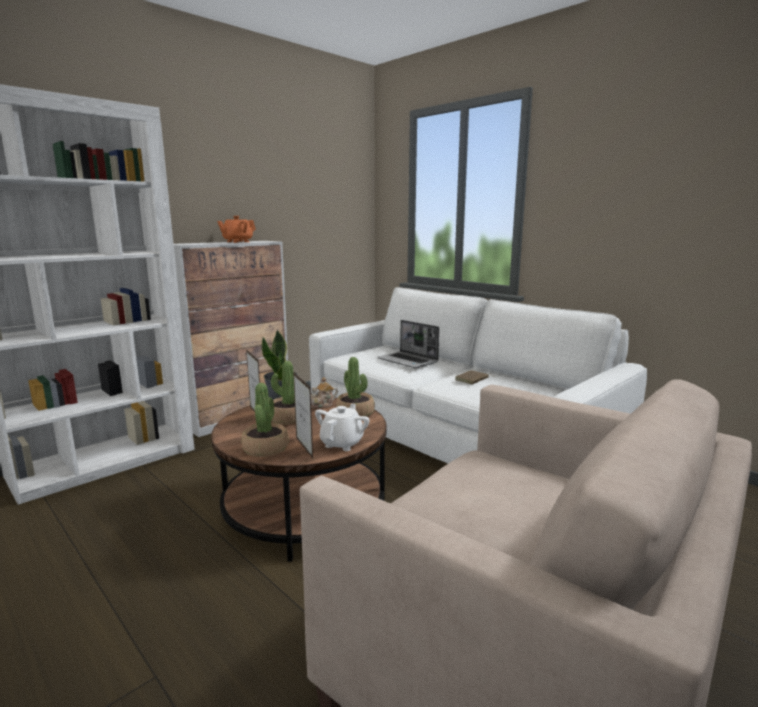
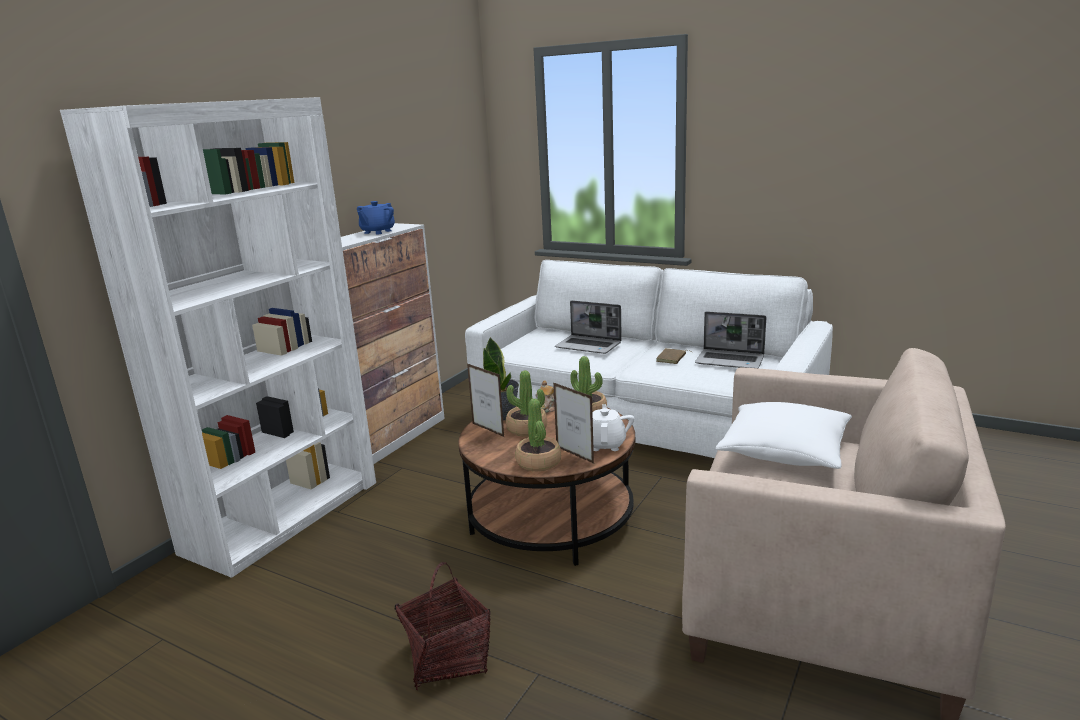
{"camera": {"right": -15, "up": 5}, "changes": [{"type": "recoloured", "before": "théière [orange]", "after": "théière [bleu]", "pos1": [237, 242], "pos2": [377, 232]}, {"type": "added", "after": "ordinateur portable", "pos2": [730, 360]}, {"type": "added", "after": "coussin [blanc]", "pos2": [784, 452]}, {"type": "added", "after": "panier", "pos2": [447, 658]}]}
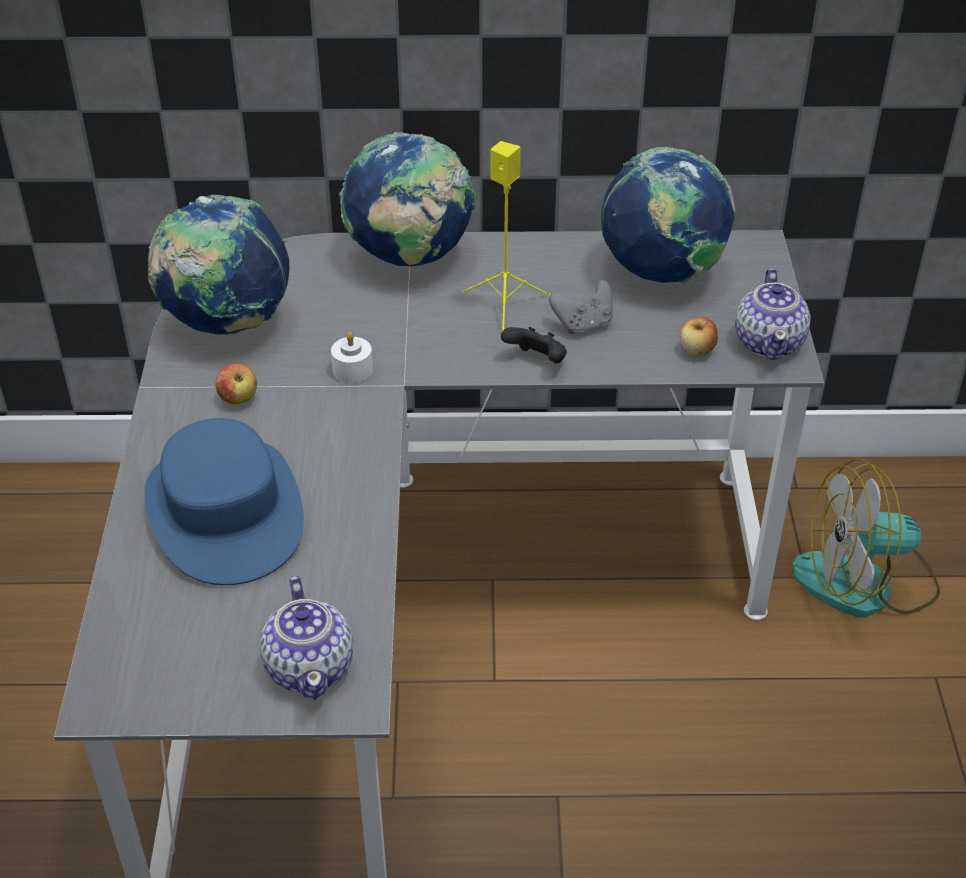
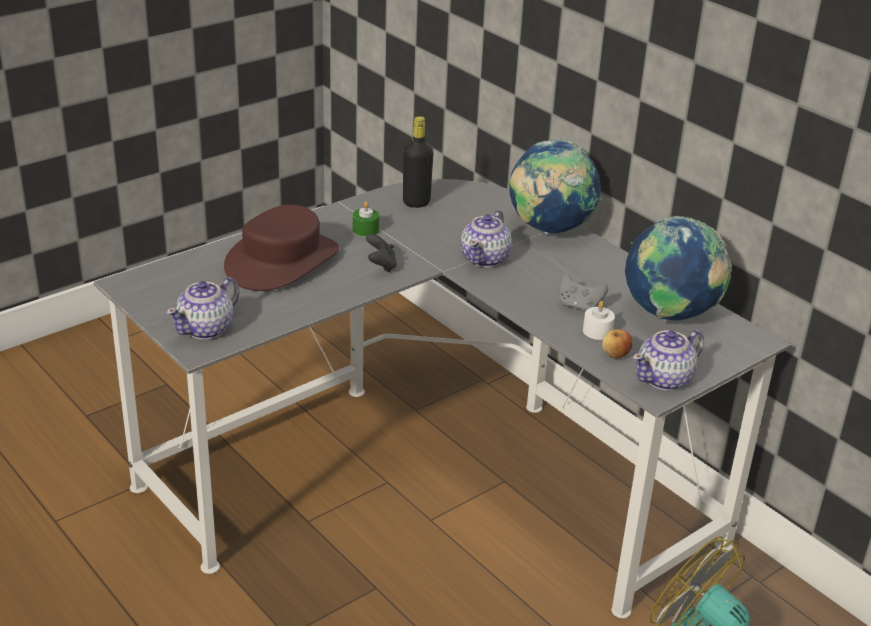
{"camera": {"right": 50, "up": -10}, "changes": [{"type": "removed", "before": "enceinte [jaune]", "pos1": [505, 308]}, {"type": "replaced", "before": "globe", "after": "bouteille [noir]", "pos1": [227, 324], "pos2": [416, 202]}, {"type": "moved", "before": "manette [noir]", "pos1": [537, 361], "pos2": [381, 265]}, {"type": "moved", "before": "bougie [blanc]", "pos1": [352, 370], "pos2": [597, 331]}, {"type": "replaced", "before": "pomme", "after": "bougie [vert]", "pos1": [238, 399], "pos2": [365, 230]}, {"type": "recoloured", "before": "chapeau [bleu]", "after": "chapeau [marron]", "pos1": [224, 511], "pos2": [282, 261]}, {"type": "added", "after": "théière", "pos2": [485, 258]}]}
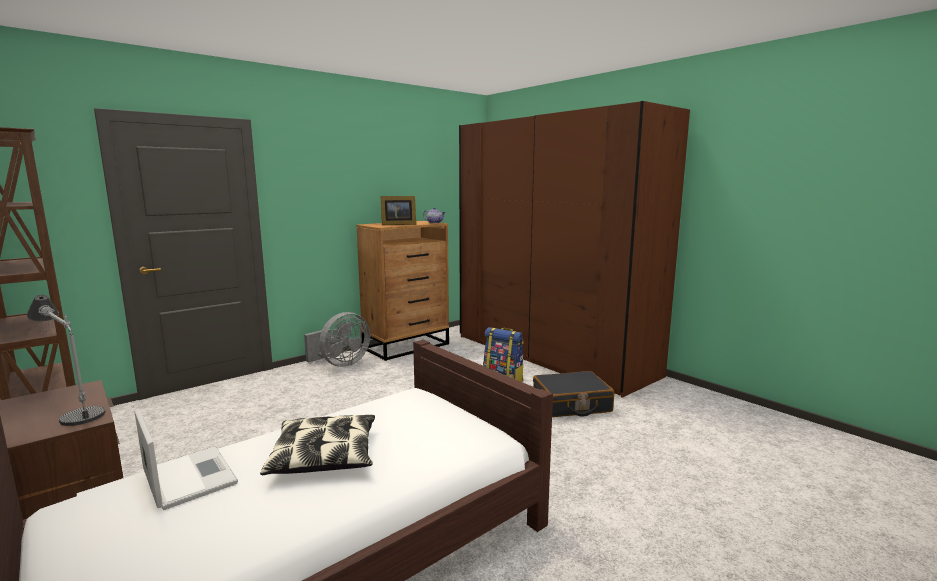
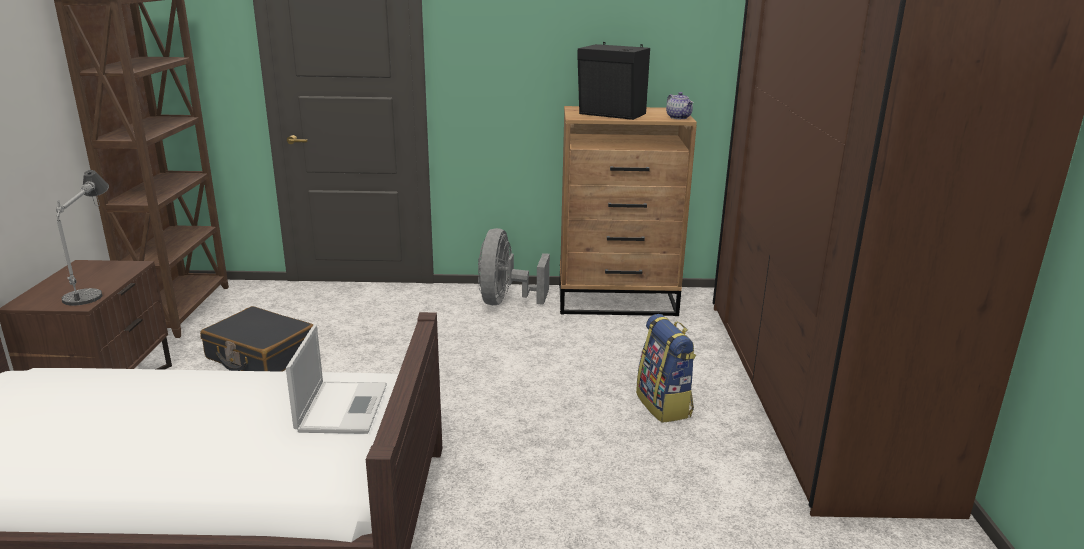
{"camera": {"right": 40, "up": 10}, "changes": [{"type": "replaced", "before": "cadre photo", "after": "enceinte [noir]", "pos1": [397, 224], "pos2": [612, 114]}, {"type": "turned", "before": "ventilateur [gris]", "pos1": [341, 364], "pos2": [506, 301], "turn": 105}, {"type": "moved", "before": "valise [noir]", "pos1": [571, 404], "pos2": [261, 356]}, {"type": "moved", "before": "ordinateur portable", "pos1": [188, 476], "pos2": [342, 407]}, {"type": "removed", "before": "coussin", "pos1": [324, 456]}]}
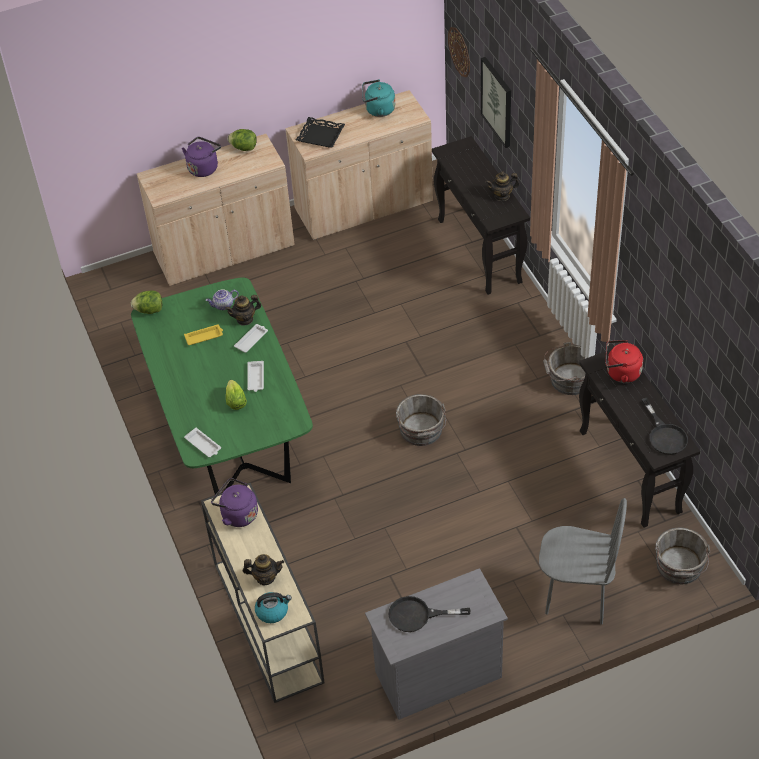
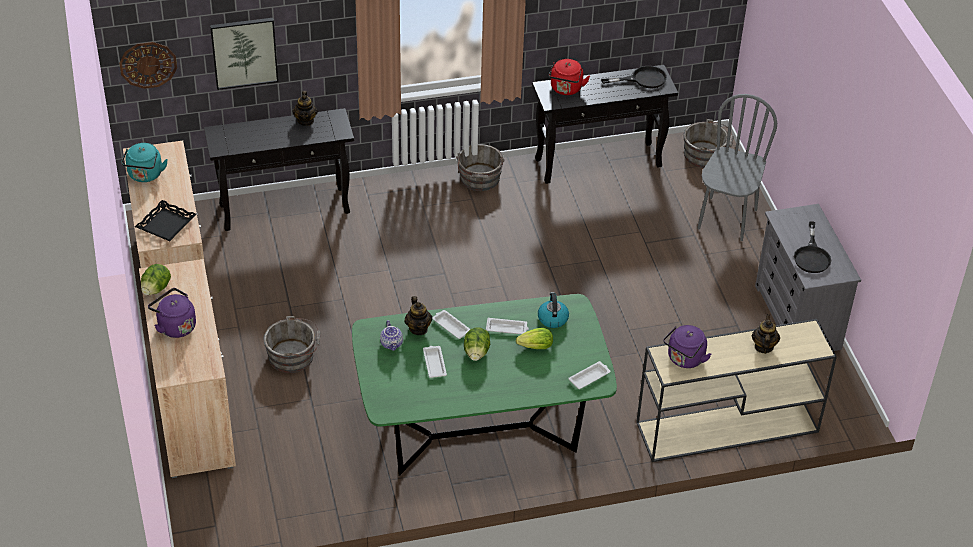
{"camera": {"right": -85, "up": -5}, "changes": [{"type": "moved", "before": "laitue", "pos1": [149, 310], "pos2": [476, 353]}, {"type": "recoloured", "before": "plateau [jaune]", "after": "plateau [blanc]", "pos1": [204, 336], "pos2": [434, 363]}, {"type": "moved", "before": "seau [gris]", "pos1": [421, 431], "pos2": [294, 356]}, {"type": "moved", "before": "bouilloire", "pos1": [272, 611], "pos2": [552, 318]}]}
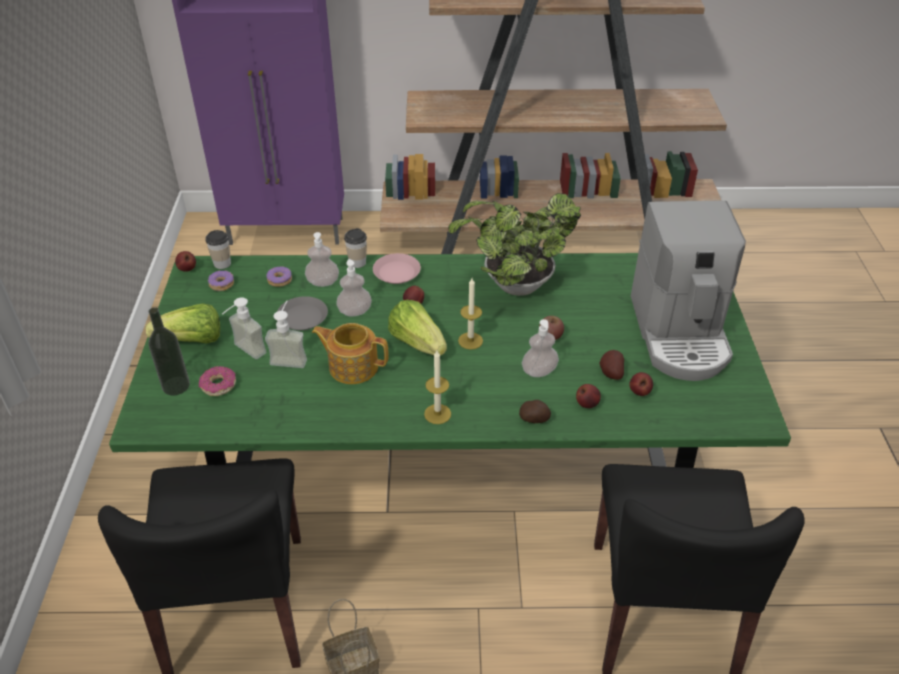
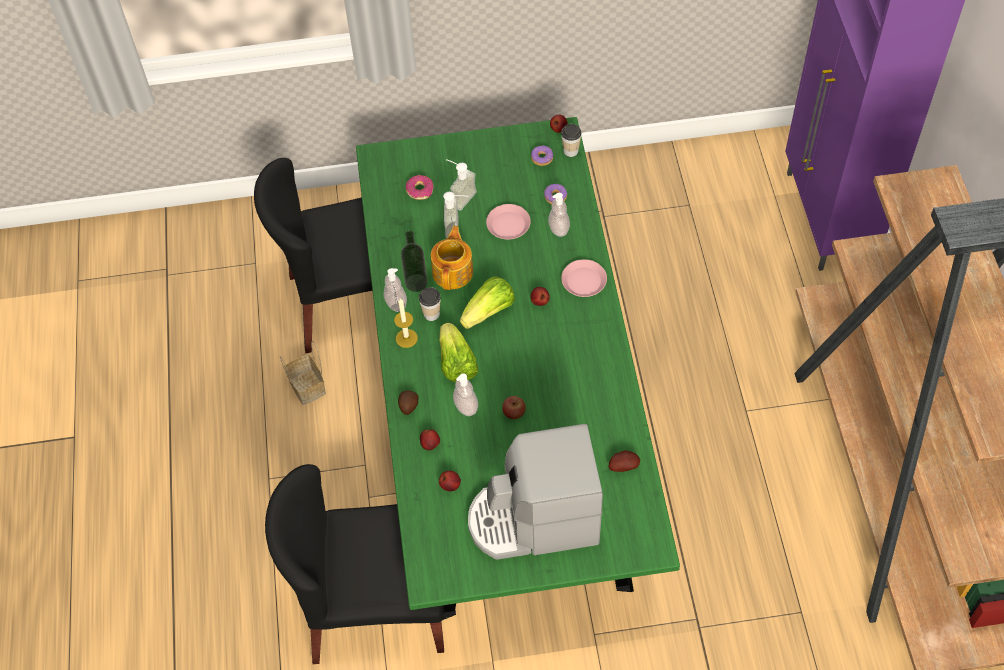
{"camera": {"right": 85, "up": 15}, "changes": [{"type": "removed", "before": "plante en pot", "pos1": [513, 286]}, {"type": "moved", "before": "tasse", "pos1": [357, 262], "pos2": [431, 314]}, {"type": "moved", "before": "distributeur de savon", "pos1": [355, 311], "pos2": [396, 303]}, {"type": "removed", "before": "bougie", "pos1": [470, 341]}, {"type": "recoloured", "before": "assiette [gris]", "after": "assiette [rose]", "pos1": [302, 318], "pos2": [508, 224]}, {"type": "moved", "before": "laitue", "pos1": [192, 341], "pos2": [456, 363]}, {"type": "moved", "before": "bouteille", "pos1": [176, 386], "pos2": [416, 282]}, {"type": "moved", "before": "pomme de terre", "pos1": [610, 373], "pos2": [623, 465]}]}
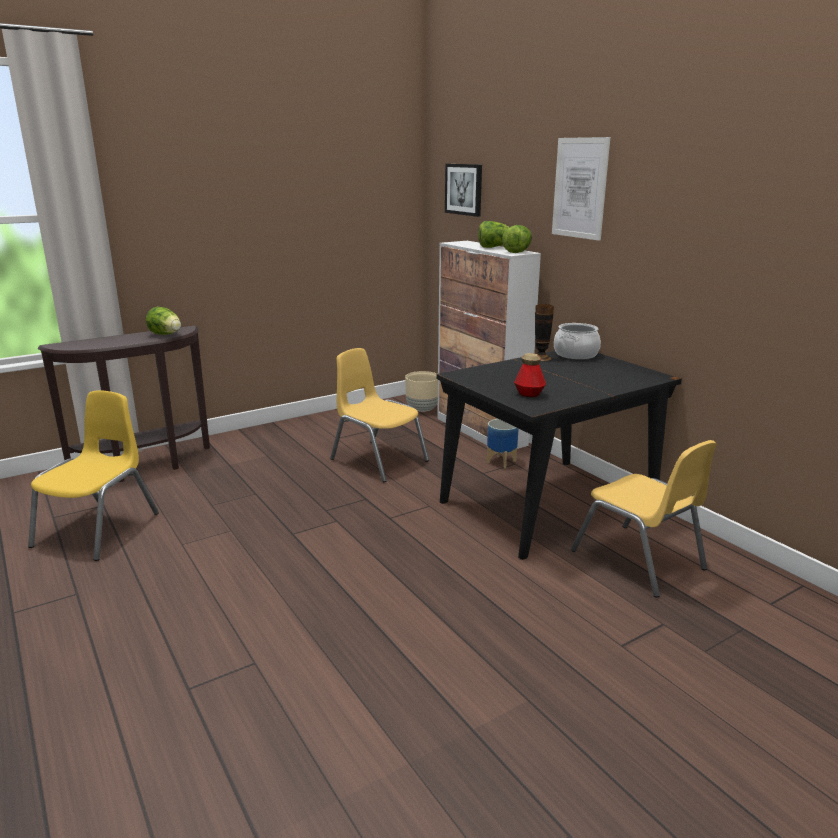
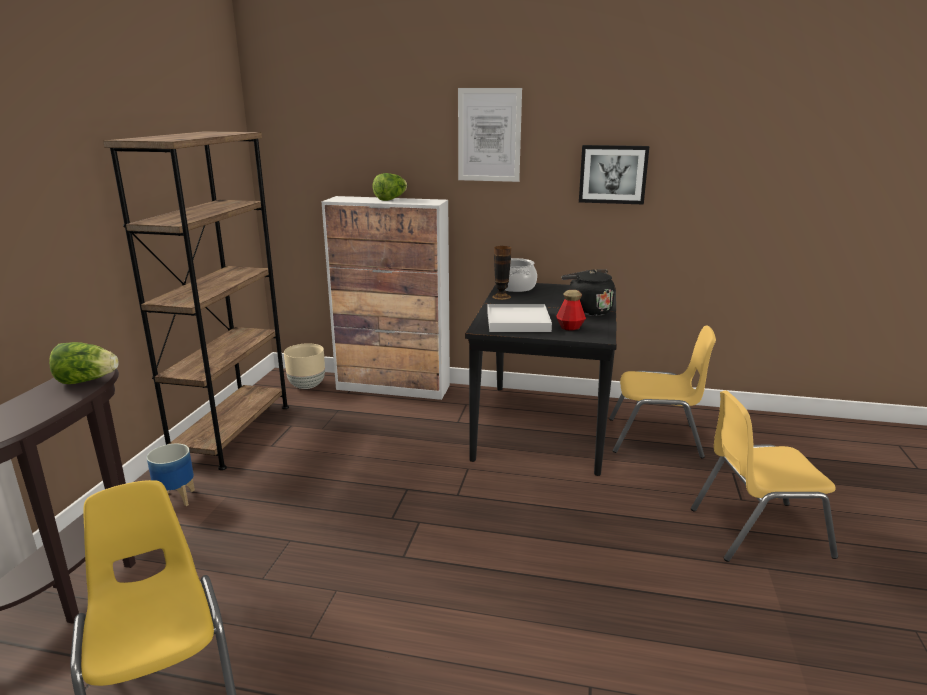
{"camera": {"right": -45, "up": 0}, "changes": [{"type": "moved", "before": "tableau", "pos1": [464, 189], "pos2": [613, 174]}, {"type": "removed", "before": "laitue", "pos1": [517, 251]}, {"type": "moved", "before": "chaise [jaune]", "pos1": [378, 460], "pos2": [757, 531]}, {"type": "moved", "before": "cache-pot", "pos1": [501, 461], "pos2": [176, 498]}, {"type": "added", "after": "bibliothèque [marron]", "pos2": [233, 432]}, {"type": "added", "after": "bouilloire [noir]", "pos2": [587, 311]}, {"type": "added", "after": "plateau [blanc]", "pos2": [517, 322]}]}
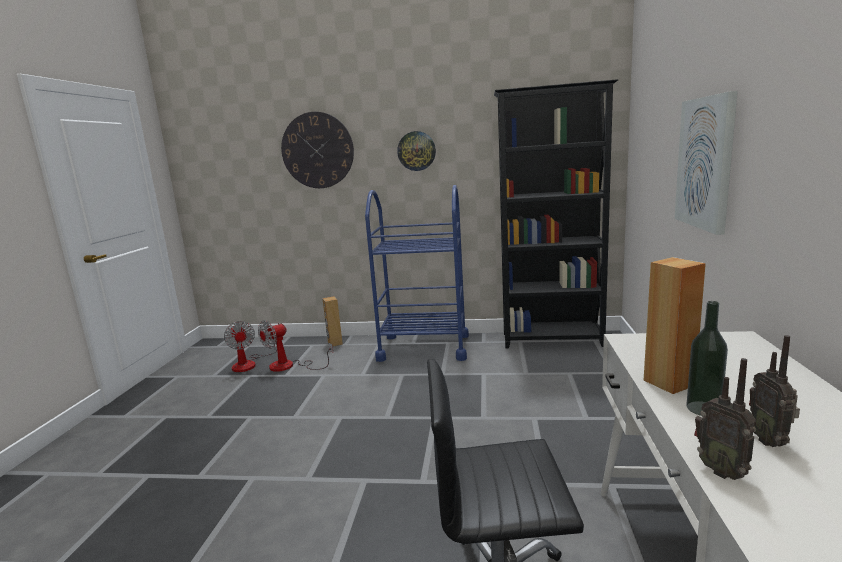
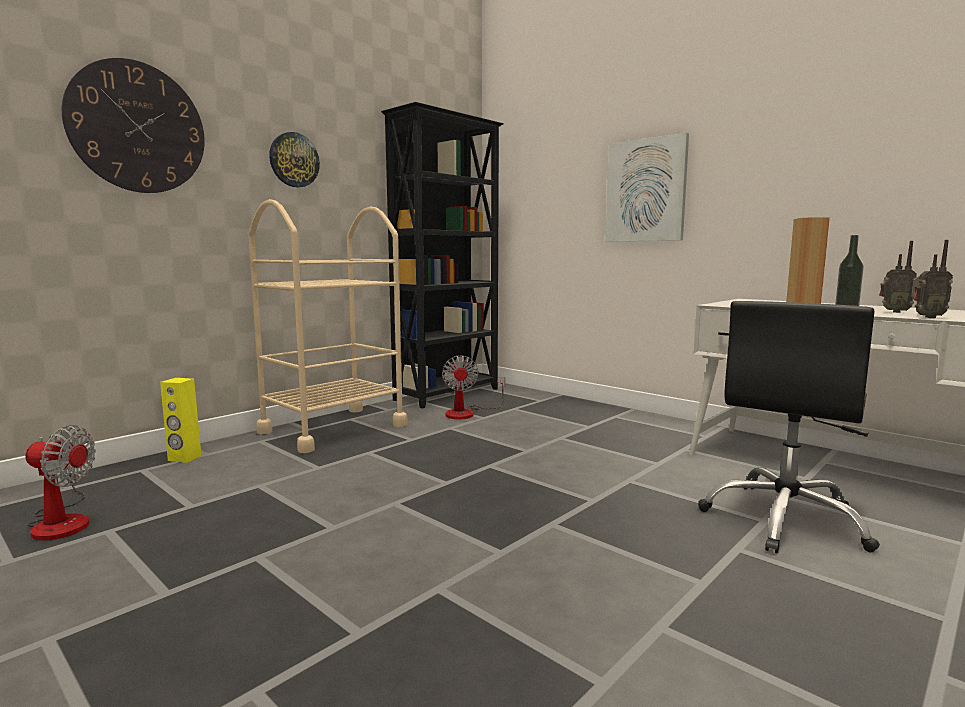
{"camera": {"right": -55, "up": -5}, "changes": [{"type": "recoloured", "before": "chariot [bleu]", "after": "chariot [beige]", "pos1": [424, 347], "pos2": [333, 429]}, {"type": "recoloured", "before": "enceinte [marron]", "after": "enceinte [jaune]", "pos1": [335, 343], "pos2": [184, 458]}, {"type": "moved", "before": "ventilateur", "pos1": [290, 366], "pos2": [467, 413]}]}
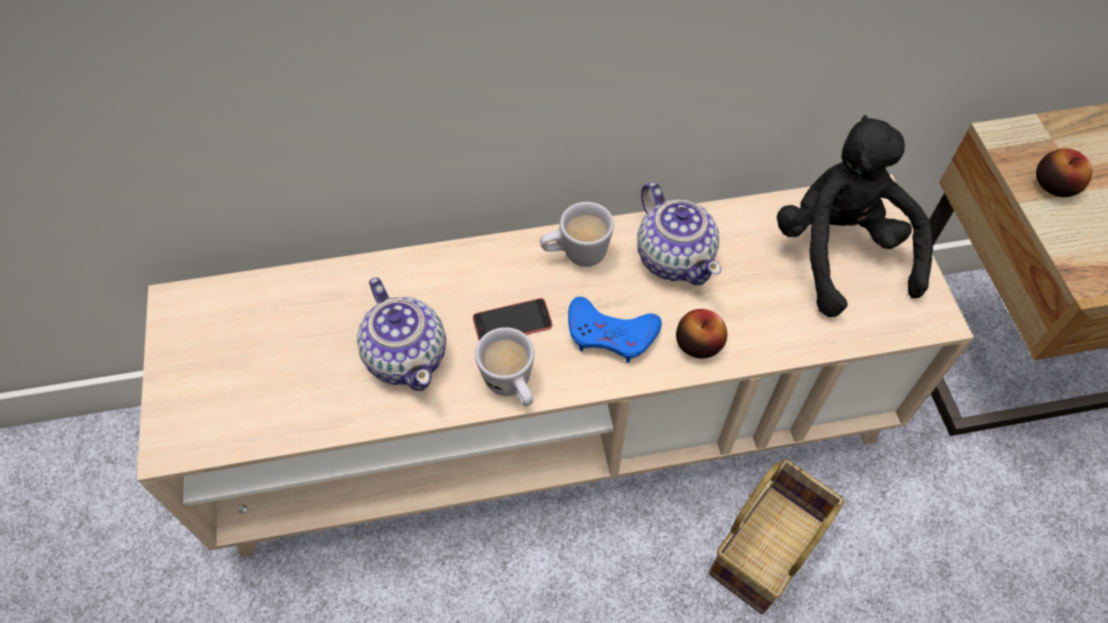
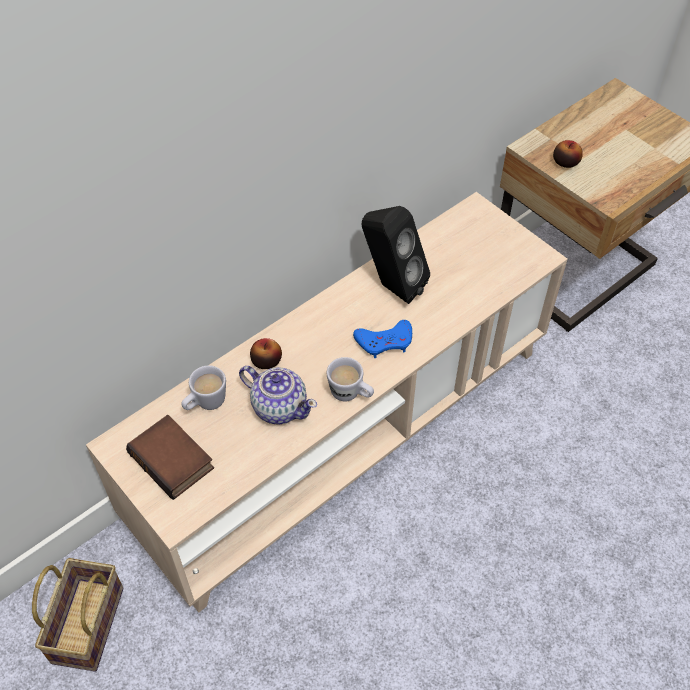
{"camera": {"right": -30, "up": -5}, "changes": [{"type": "removed", "before": "peluche [noir]", "pos1": [839, 253]}, {"type": "replaced", "before": "théière", "after": "enceinte [noir]", "pos1": [674, 257], "pos2": [391, 286]}, {"type": "moved", "before": "mug [blanc]", "pos1": [575, 254], "pos2": [205, 404]}, {"type": "removed", "before": "téléphone", "pos1": [512, 321]}, {"type": "moved", "before": "pomme", "pos1": [698, 343], "pos2": [266, 361]}, {"type": "moved", "before": "panier", "pos1": [766, 544], "pos2": [87, 622]}, {"type": "added", "after": "livre", "pos2": [174, 460]}]}
